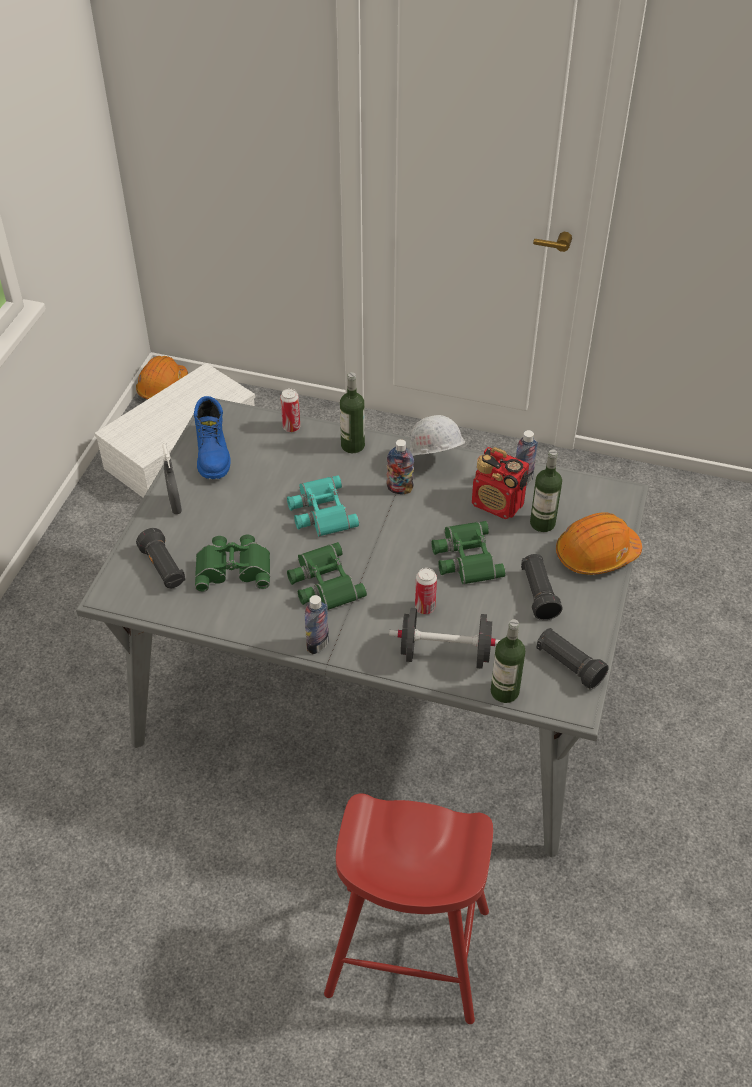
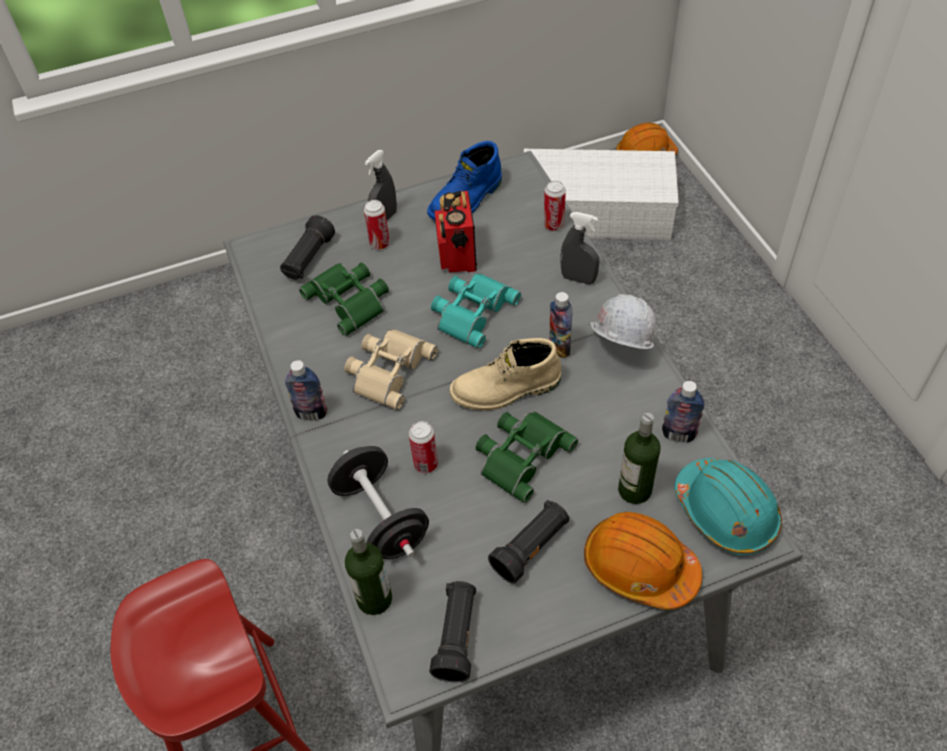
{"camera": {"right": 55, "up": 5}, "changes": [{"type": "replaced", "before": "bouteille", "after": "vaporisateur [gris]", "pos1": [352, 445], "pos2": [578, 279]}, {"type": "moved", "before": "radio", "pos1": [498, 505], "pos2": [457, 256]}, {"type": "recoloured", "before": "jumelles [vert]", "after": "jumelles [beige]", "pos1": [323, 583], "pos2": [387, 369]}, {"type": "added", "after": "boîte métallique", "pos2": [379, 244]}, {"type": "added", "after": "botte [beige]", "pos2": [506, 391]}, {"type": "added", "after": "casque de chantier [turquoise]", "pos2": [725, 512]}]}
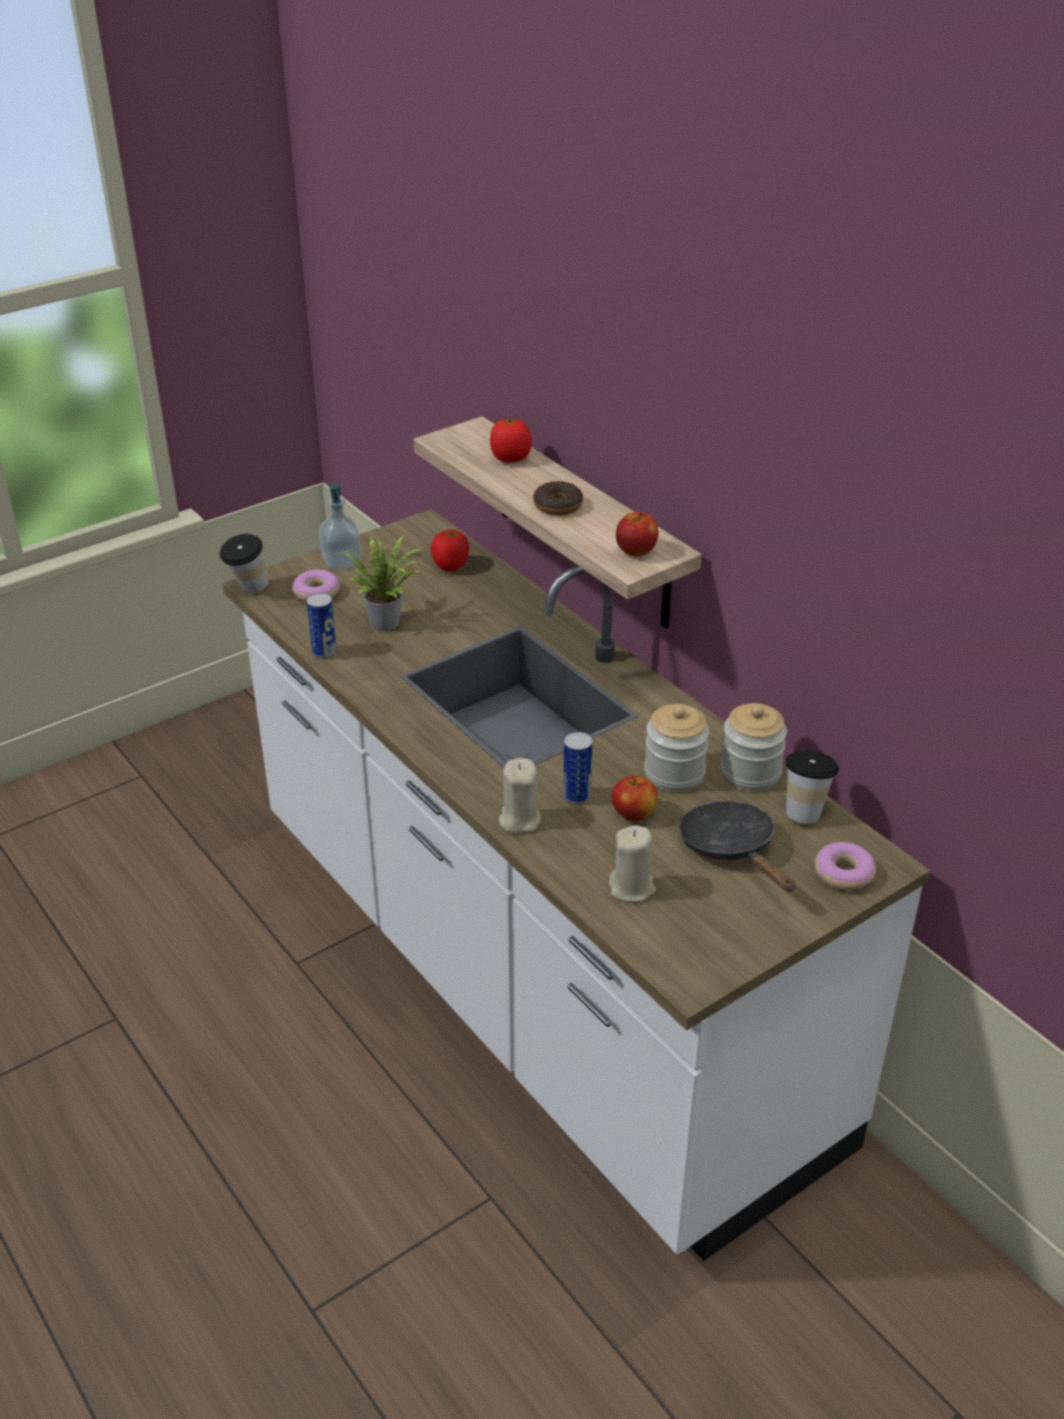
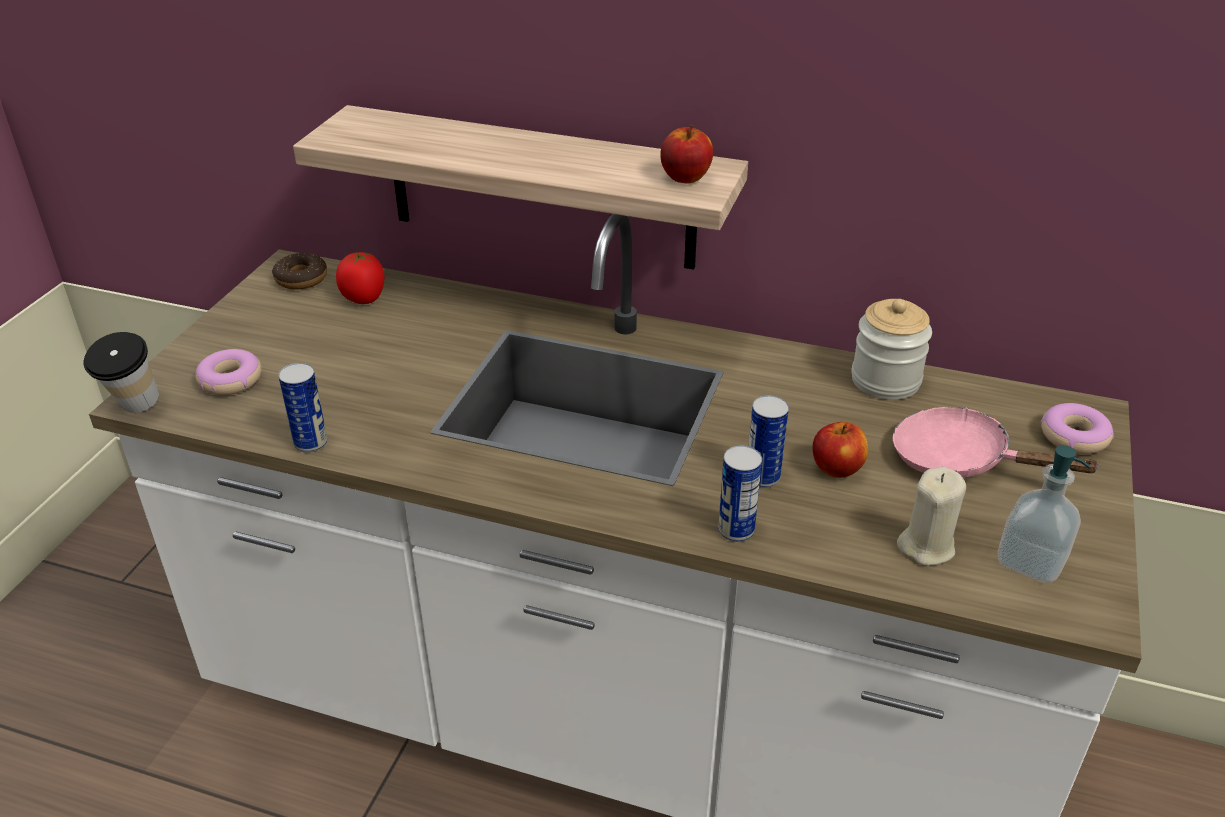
{"camera": {"right": -35, "up": 0}, "changes": [{"type": "removed", "before": "tomate", "pos1": [511, 459]}, {"type": "moved", "before": "beignet", "pos1": [558, 505], "pos2": [301, 279]}, {"type": "moved", "before": "distributeur de savon", "pos1": [341, 561], "pos2": [1030, 561]}, {"type": "removed", "before": "plante en pot", "pos1": [388, 621]}, {"type": "removed", "before": "bocal", "pos1": [674, 773]}, {"type": "removed", "before": "tasse", "pos1": [804, 811]}, {"type": "replaced", "before": "bougie [beige]", "after": "boîte métallique", "pos1": [519, 820], "pos2": [736, 530]}, {"type": "recoloured", "before": "poêle [noir]", "after": "poêle [rose]", "pos1": [731, 849], "pos2": [960, 460]}]}
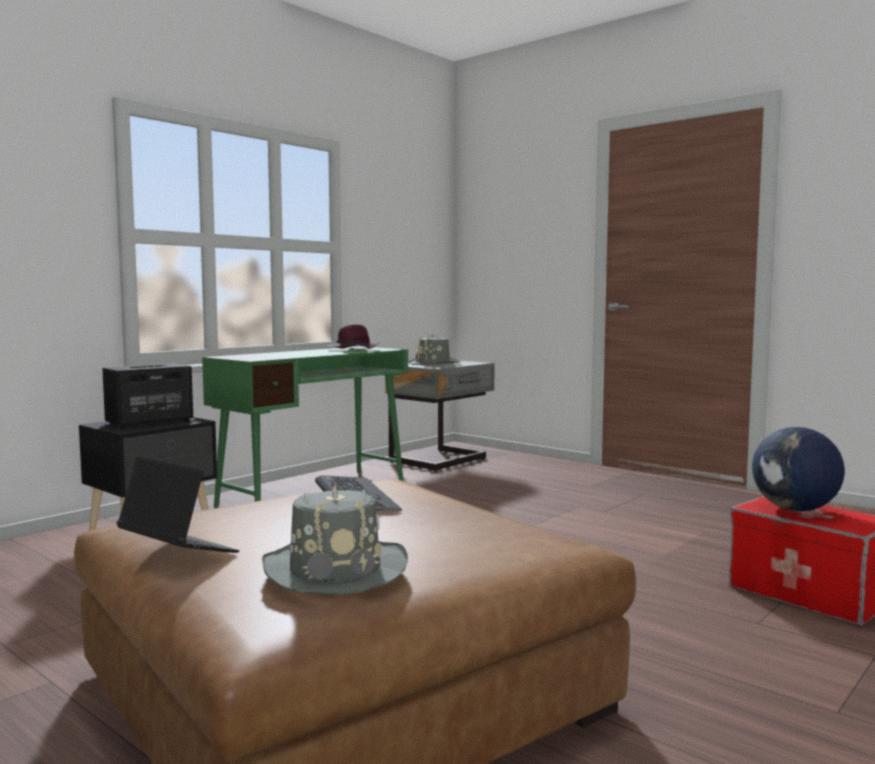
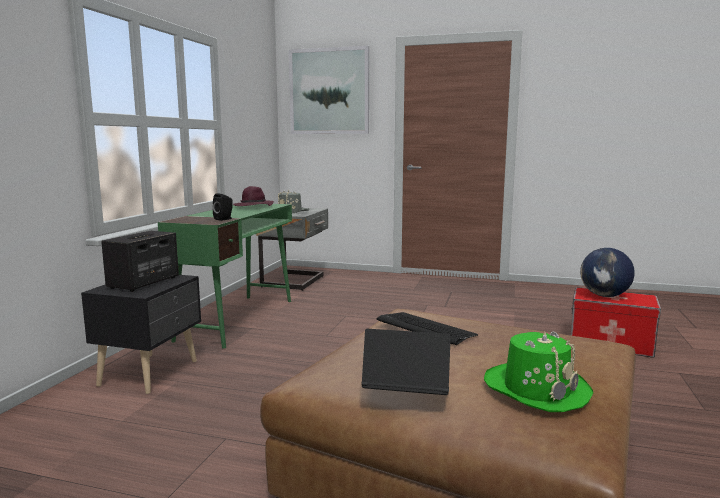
{"camera": {"right": -25, "up": 5}, "changes": [{"type": "recoloured", "before": "chapeau [gris]", "after": "chapeau [vert]", "pos1": [335, 569], "pos2": [536, 389]}, {"type": "added", "after": "tableau", "pos2": [329, 91]}, {"type": "added", "after": "enceinte [noir]", "pos2": [224, 219]}]}
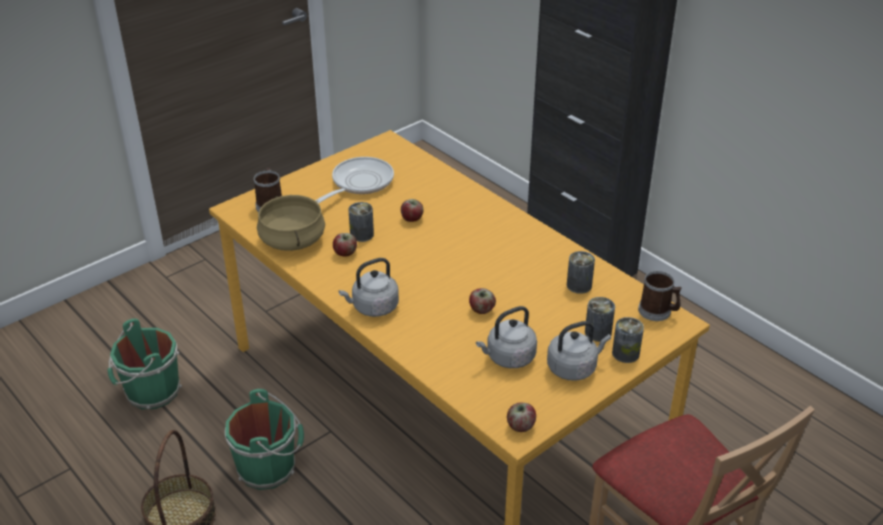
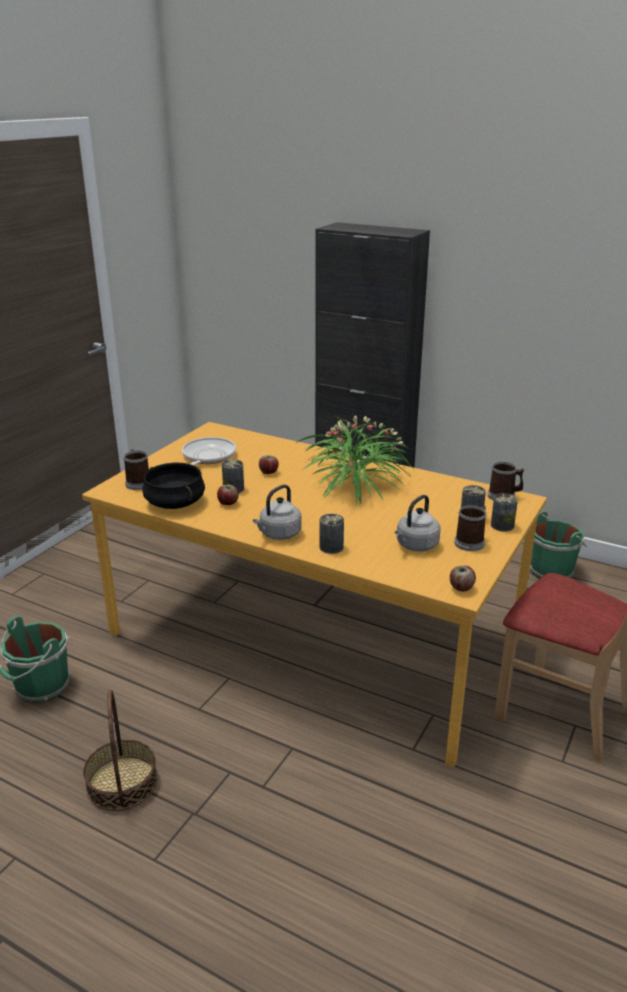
{"camera": {"right": -20, "up": -10}, "changes": [{"type": "recoloured", "before": "marmite [beige]", "after": "marmite [noir]", "pos1": [292, 240], "pos2": [174, 503]}, {"type": "moved", "before": "boîte métallique", "pos1": [579, 285], "pos2": [331, 547]}, {"type": "removed", "before": "pomme", "pos1": [481, 310]}, {"type": "replaced", "before": "bouilloire [gris]", "after": "mug", "pos1": [574, 368], "pos2": [471, 542]}, {"type": "moved", "before": "seau [vert]", "pos1": [269, 467], "pos2": [552, 570]}, {"type": "added", "after": "plante en pot", "pos2": [357, 484]}]}
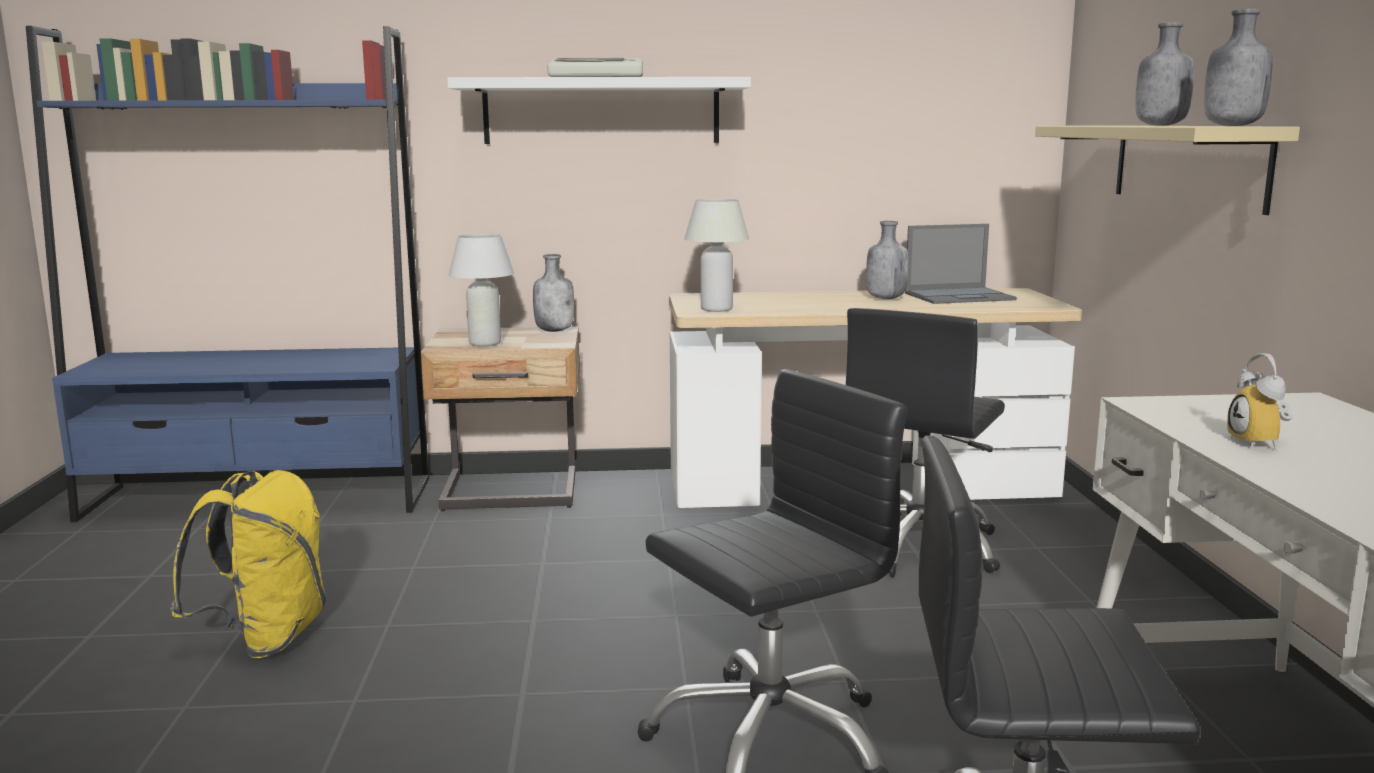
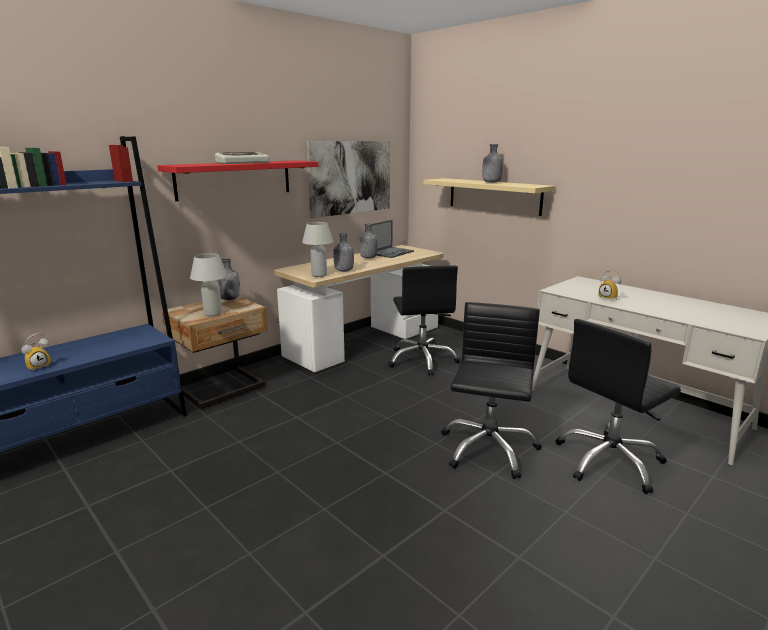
{"camera": {"right": -40, "up": 5}, "changes": [{"type": "moved", "before": "bouteille [gris]", "pos1": [1231, 125], "pos2": [343, 271]}, {"type": "recoloured", "before": "étagère [blanc]", "after": "étagère [rouge]", "pos1": [601, 111], "pos2": [234, 179]}, {"type": "removed", "before": "sac à dos [jaune]", "pos1": [266, 638]}, {"type": "added", "after": "tableau", "pos2": [351, 177]}, {"type": "added", "after": "réveil", "pos2": [39, 367]}]}
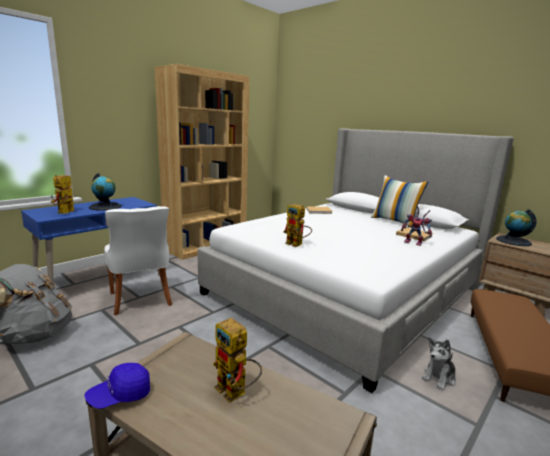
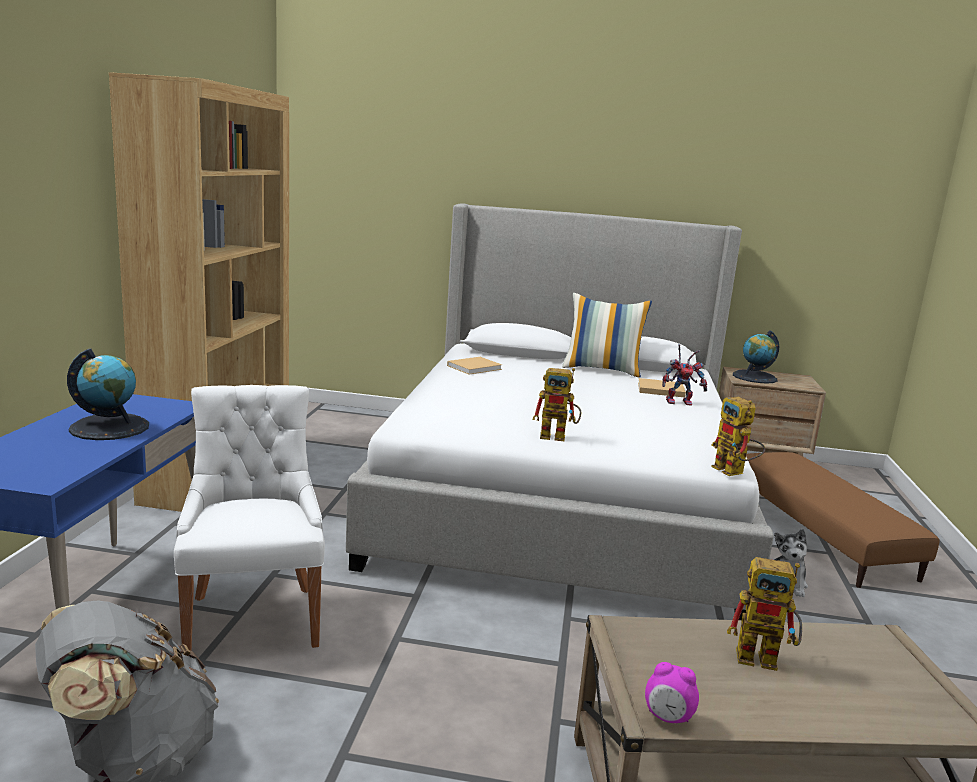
{"camera": {"right": -35, "up": 0}, "changes": [{"type": "moved", "before": "robot jouet", "pos1": [65, 213], "pos2": [734, 472]}, {"type": "turned", "before": "chaise [blanc]", "pos1": [141, 300], "pos2": [253, 617], "turn": -135}, {"type": "replaced", "before": "casquette [bleu]", "after": "réveil", "pos1": [120, 396], "pos2": [668, 718]}]}
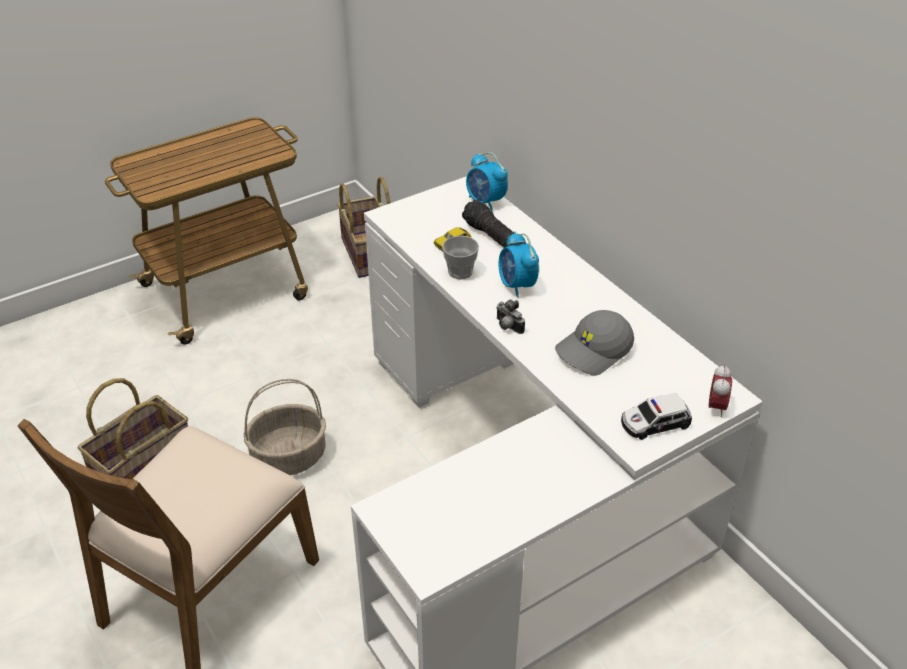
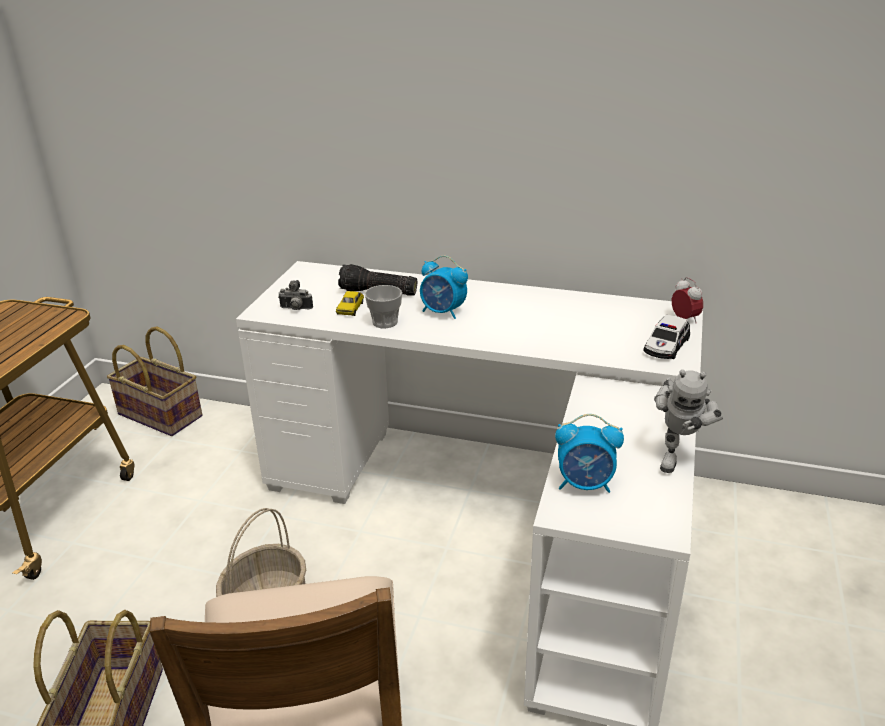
{"camera": {"right": -40, "up": -10}, "changes": [{"type": "moved", "before": "réveil", "pos1": [485, 202], "pos2": [585, 484]}, {"type": "moved", "before": "appareil photo", "pos1": [507, 327], "pos2": [295, 309]}, {"type": "removed", "before": "casquette [gris]", "pos1": [594, 351]}, {"type": "added", "after": "robot jouet", "pos2": [677, 456]}]}
